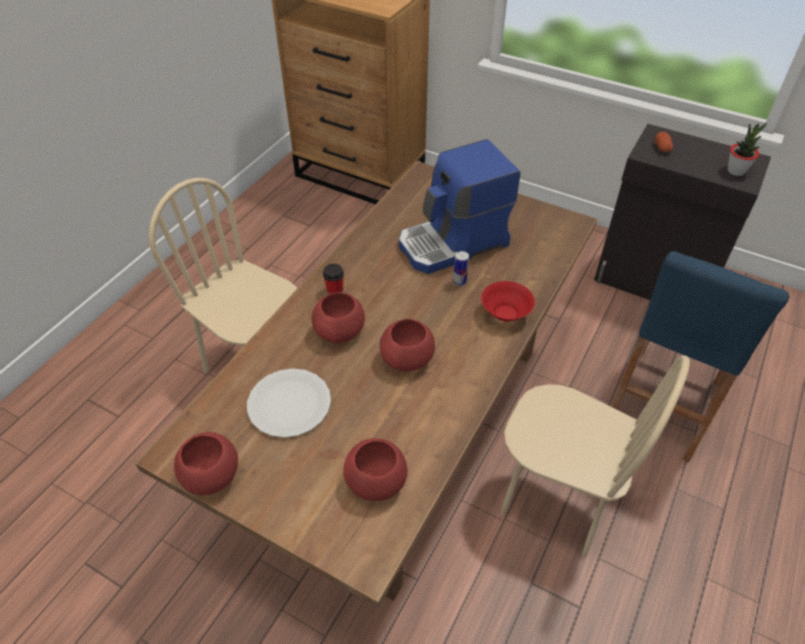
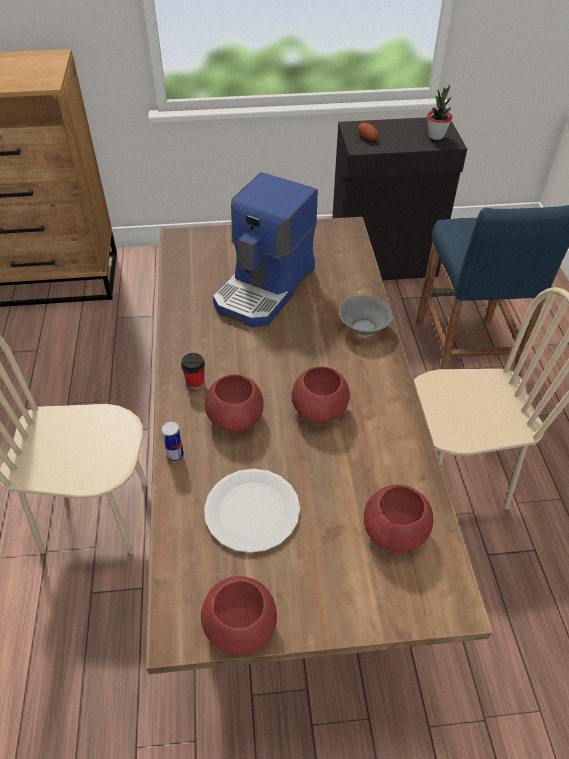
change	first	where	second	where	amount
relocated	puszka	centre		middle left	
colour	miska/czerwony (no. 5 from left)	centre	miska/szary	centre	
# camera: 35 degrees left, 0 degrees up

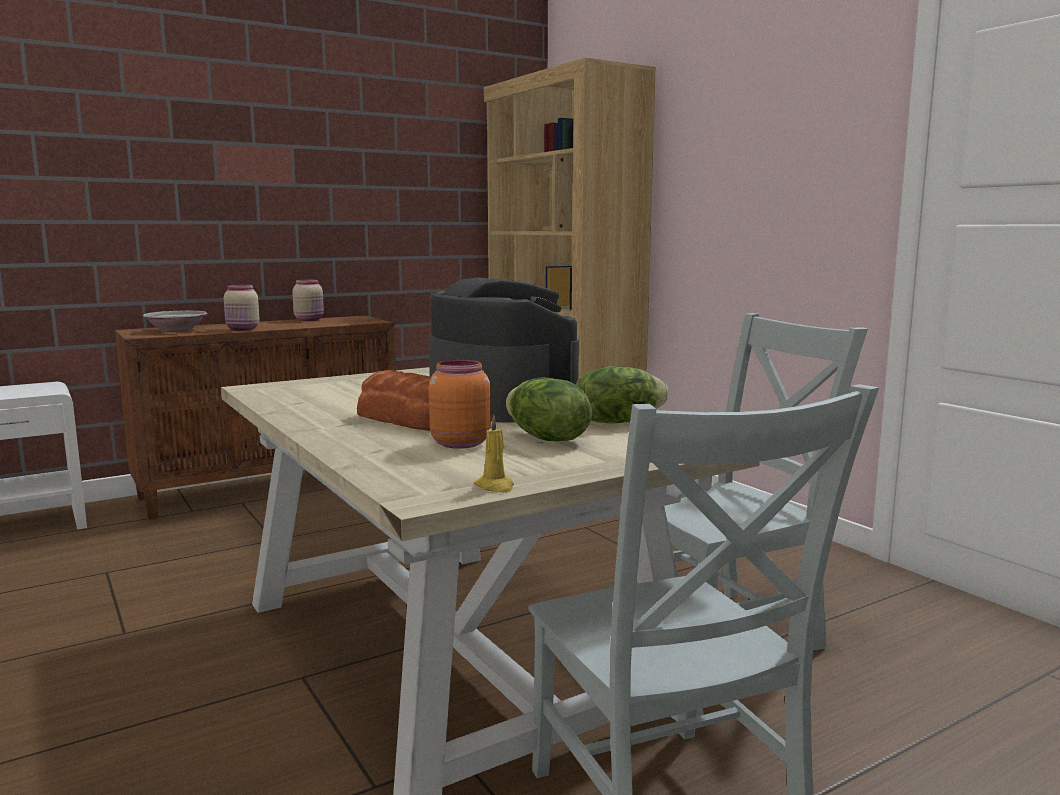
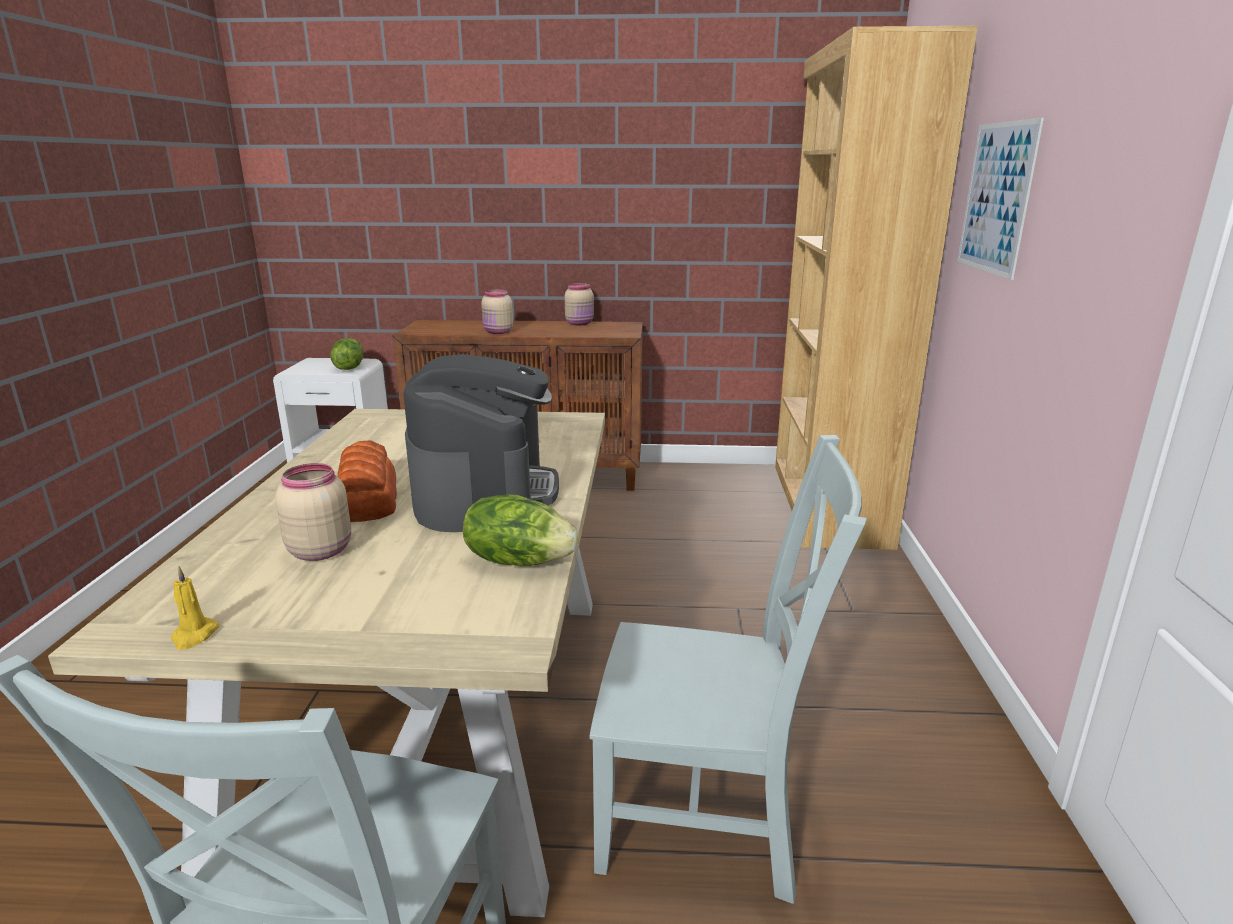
change	first	where	second	where	amount
colour	słoik/pomarańczowy	centre	słoik/beżowy (no. 1 from left)	middle left	
relocated	sałata (no. 1 from left)	centre		middle left	
appeared			obraz	top right	
missing	miska	middle left			
# camera: 35 degrees right, 10 degrees up

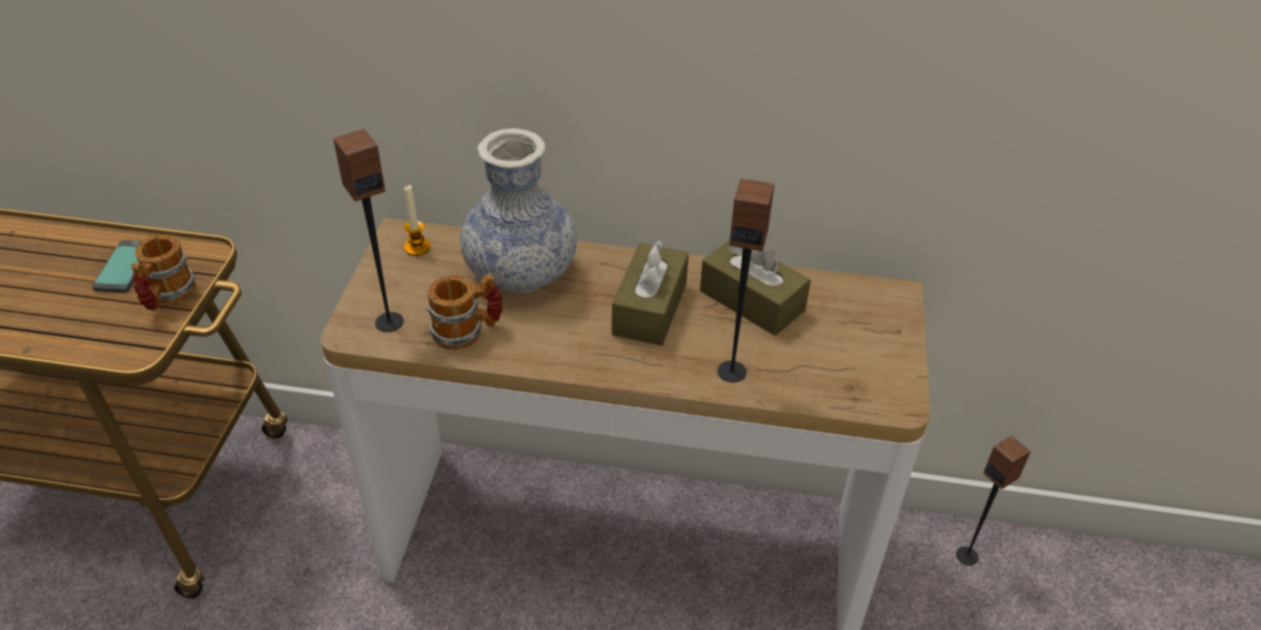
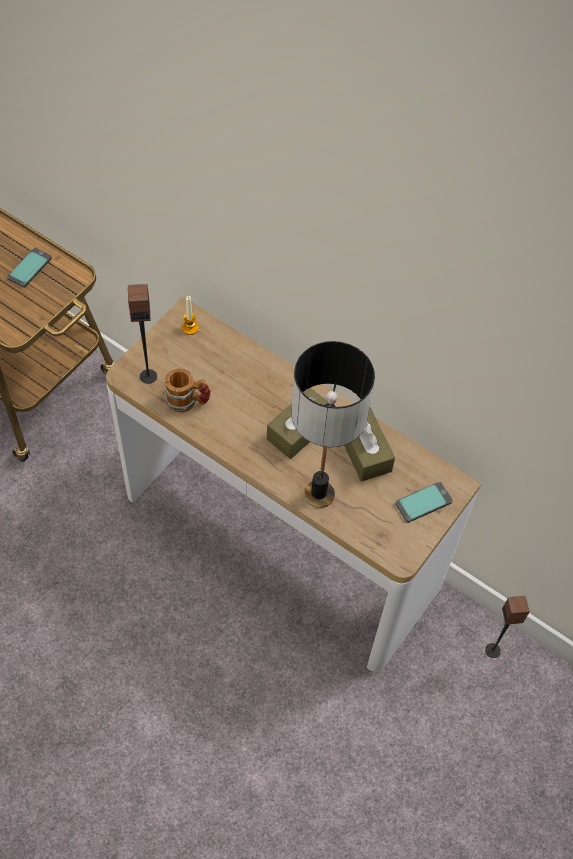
change	first	where	second	where	amount
exchanged	głośnik (no. 2 from left)	centre	lampa stołowa	centre	
appeared			telefon (no. 2 from left)	middle right	
missing	kubek (no. 1 from left)	middle left			
missing	wazon	centre			
# camera: 25 degrees right, 15 degrees up

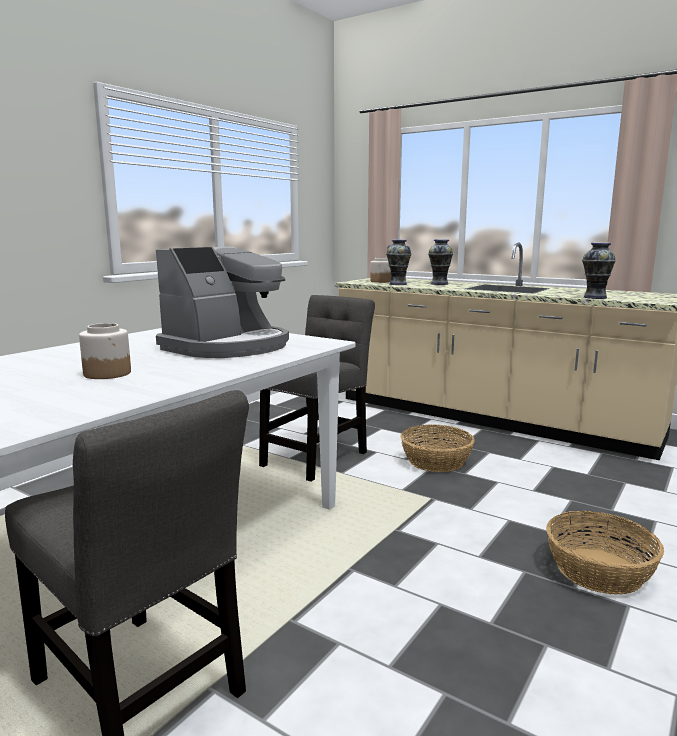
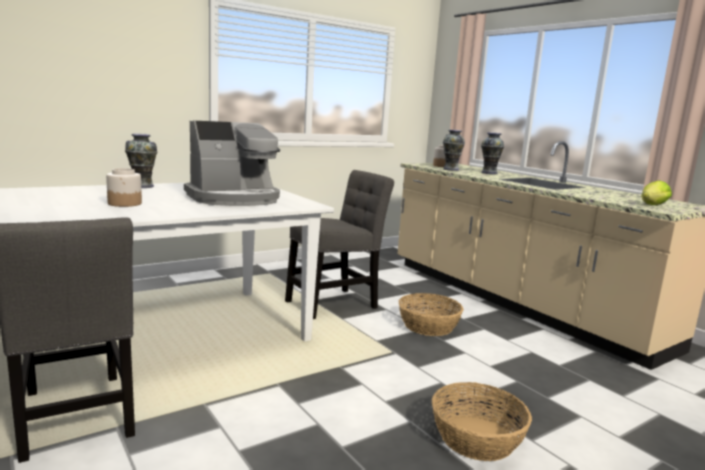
change	first	where	second	where	amount
relocated	wazon (no. 3 from left in the first image)	middle right	wazon (no. 1 from left)	middle left	
appeared			sałata	middle right	
# camera: 20 degrees right, 0 degrees up

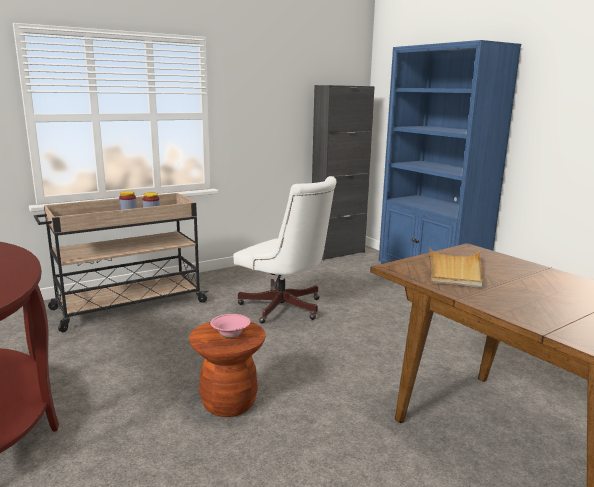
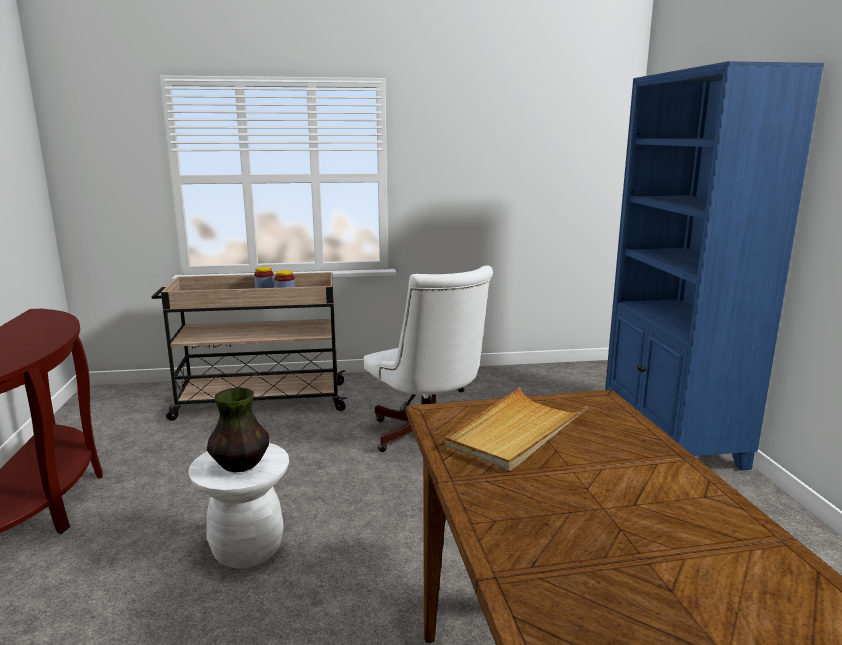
change	first	where	second	where	amount
colour	stołek/brązowy	bottom centre	stołek/biały	bottom left	
exchanged	miska/różowy	bottom centre	wazon	bottom left	
missing	szafka/czarny	centre			
# camera: 25 degrees right, 0 degrees up

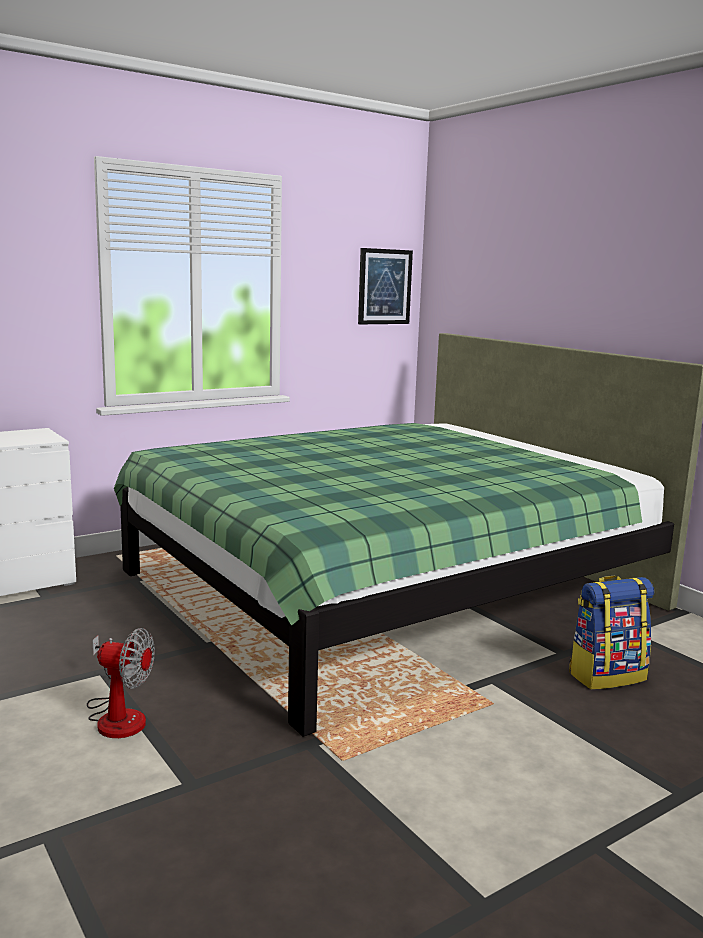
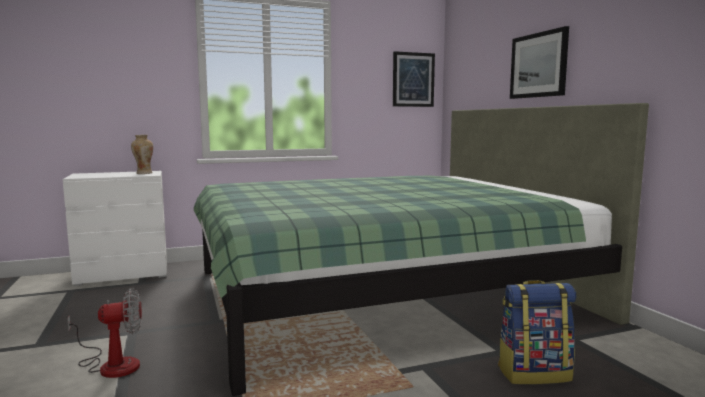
change	first	where	second	where	amount
spun	wentylator	bottom left		bottom left	45 degrees counterclockwise
appeared			wazon	middle left	
appeared			obraz (no. 2 from left)	top right	
# camera: 15 degrees right, 5 degrees down

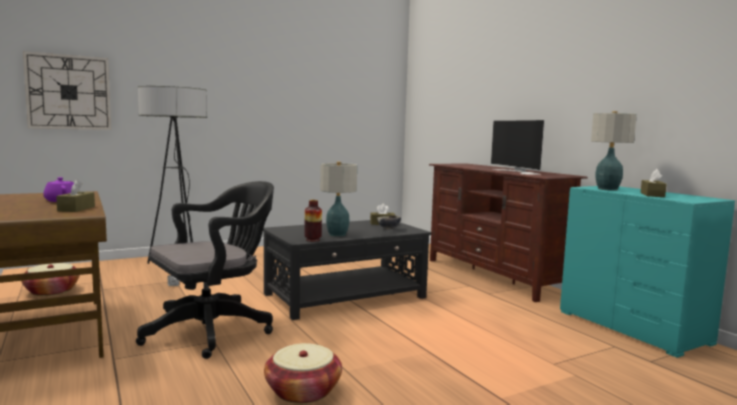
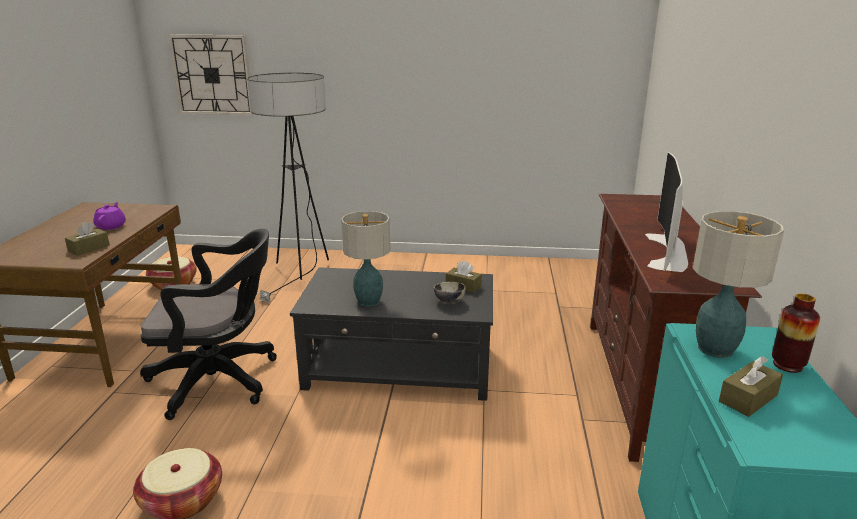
change	first	where	second	where	amount
relocated	wazon	centre		middle right	
# camera: 35 degrees right, 15 degrees up

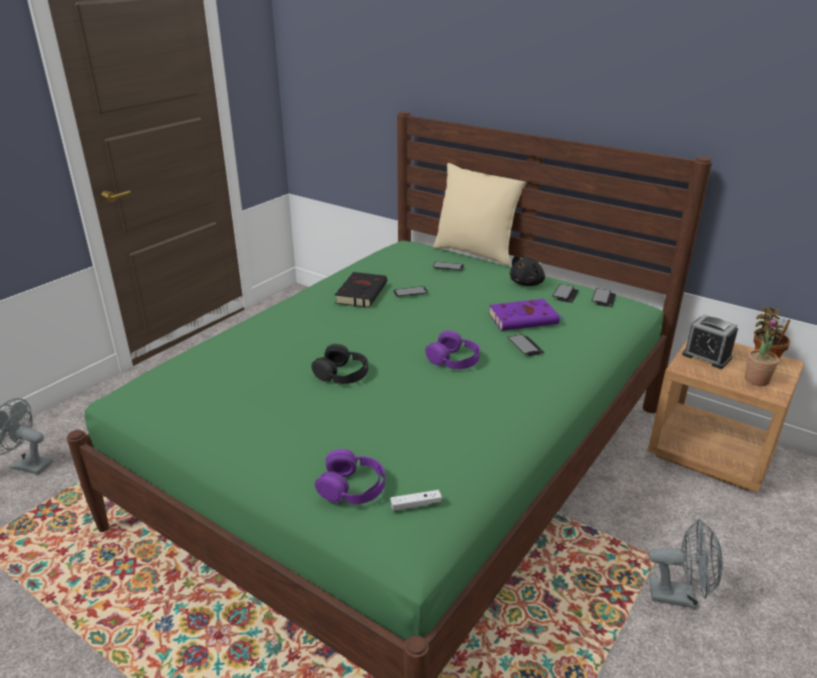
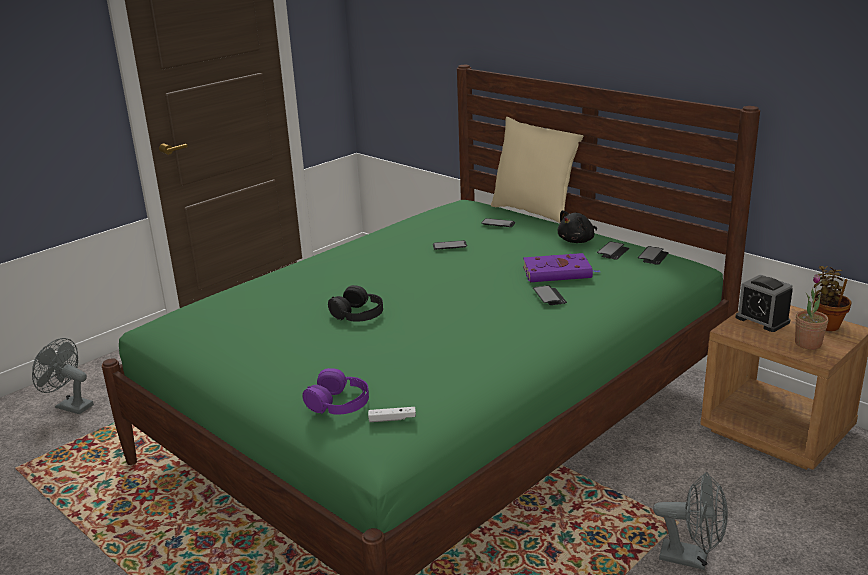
change	first	where	second	where	amount
missing	książka/czarny	centre			
missing	słuchawki/fioletowy (no. 2 from left)	centre			
# camera: 10 degrees right, 5 degrees down

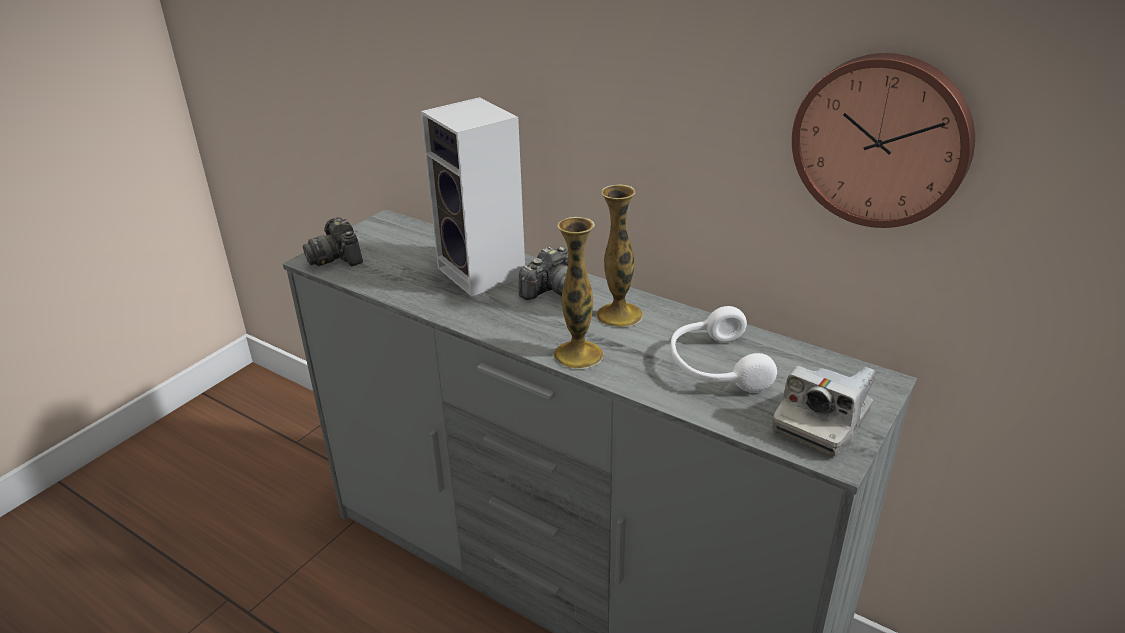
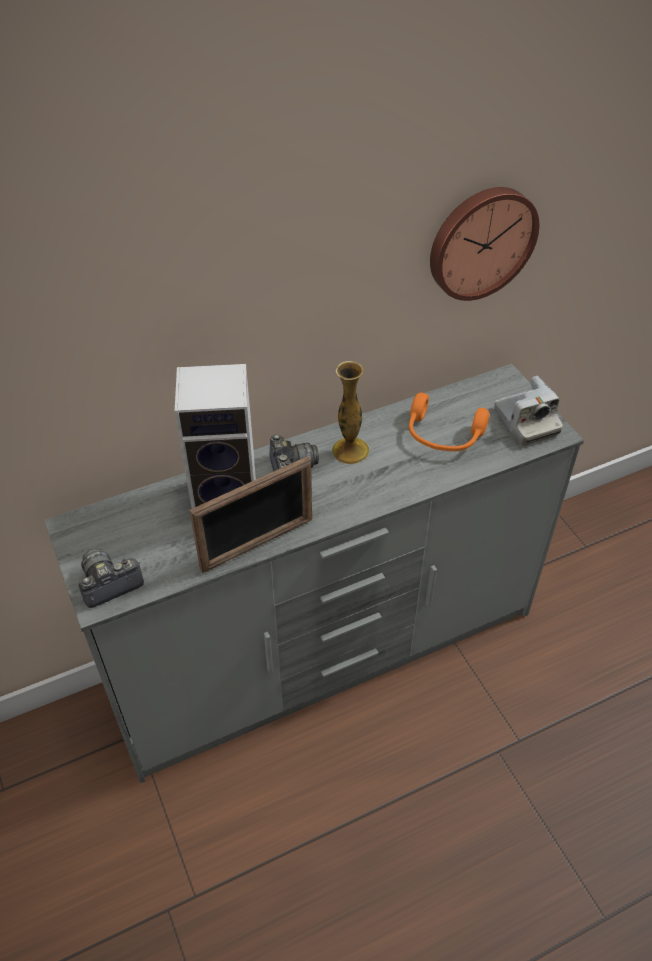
change	first	where	second	where	amount
spun	aparat fotograficzny (no. 1 from left)	middle left		middle left	150 degrees clockwise
appeared			ramka na zdjęcie	centre	
colour	słuchawki/biały	centre	słuchawki/pomarańczowy	middle right	
missing	wazon (no. 1 from left)	centre			
# camera: 60 degrees left, 15 degrees up

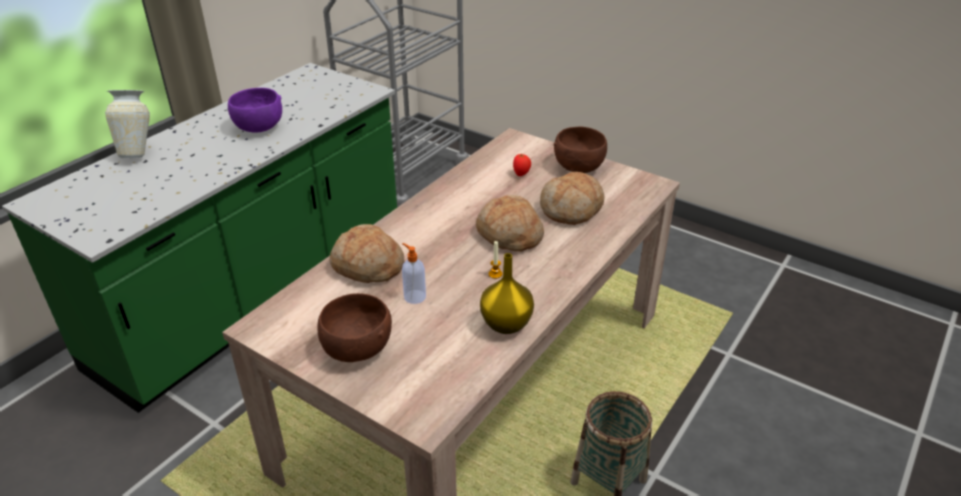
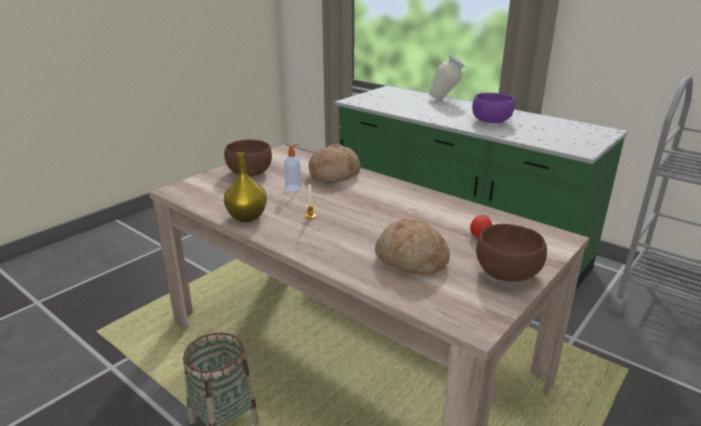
change	first	where	second	where	amount
missing	chleb (no. 2 from left)	centre			
# camera: 95 degrees right, 10 degrees down

